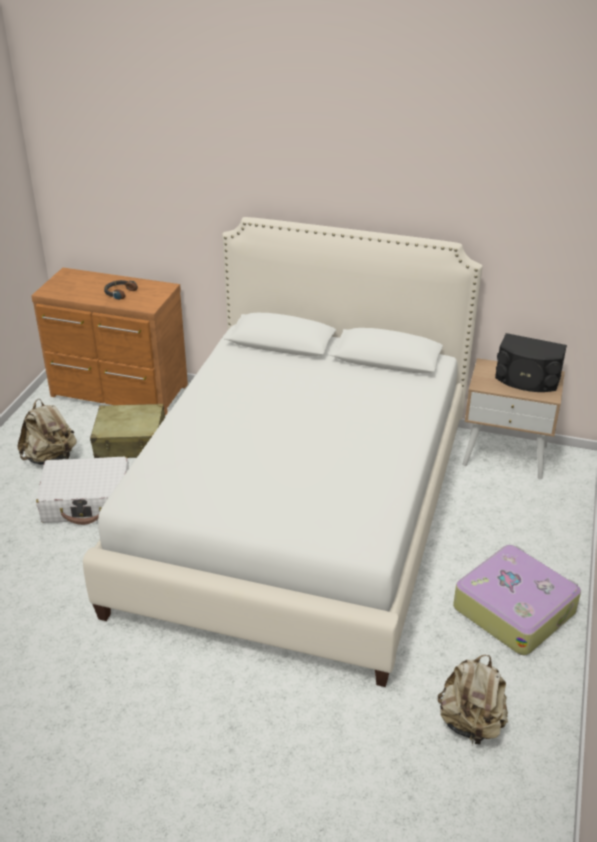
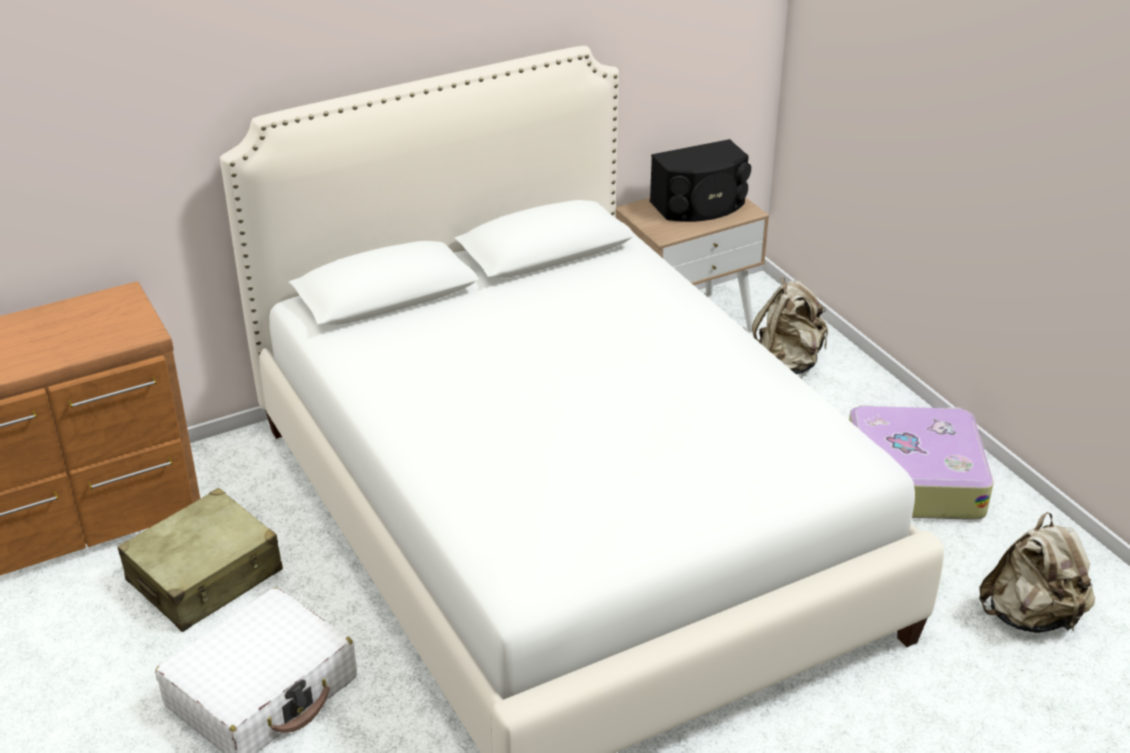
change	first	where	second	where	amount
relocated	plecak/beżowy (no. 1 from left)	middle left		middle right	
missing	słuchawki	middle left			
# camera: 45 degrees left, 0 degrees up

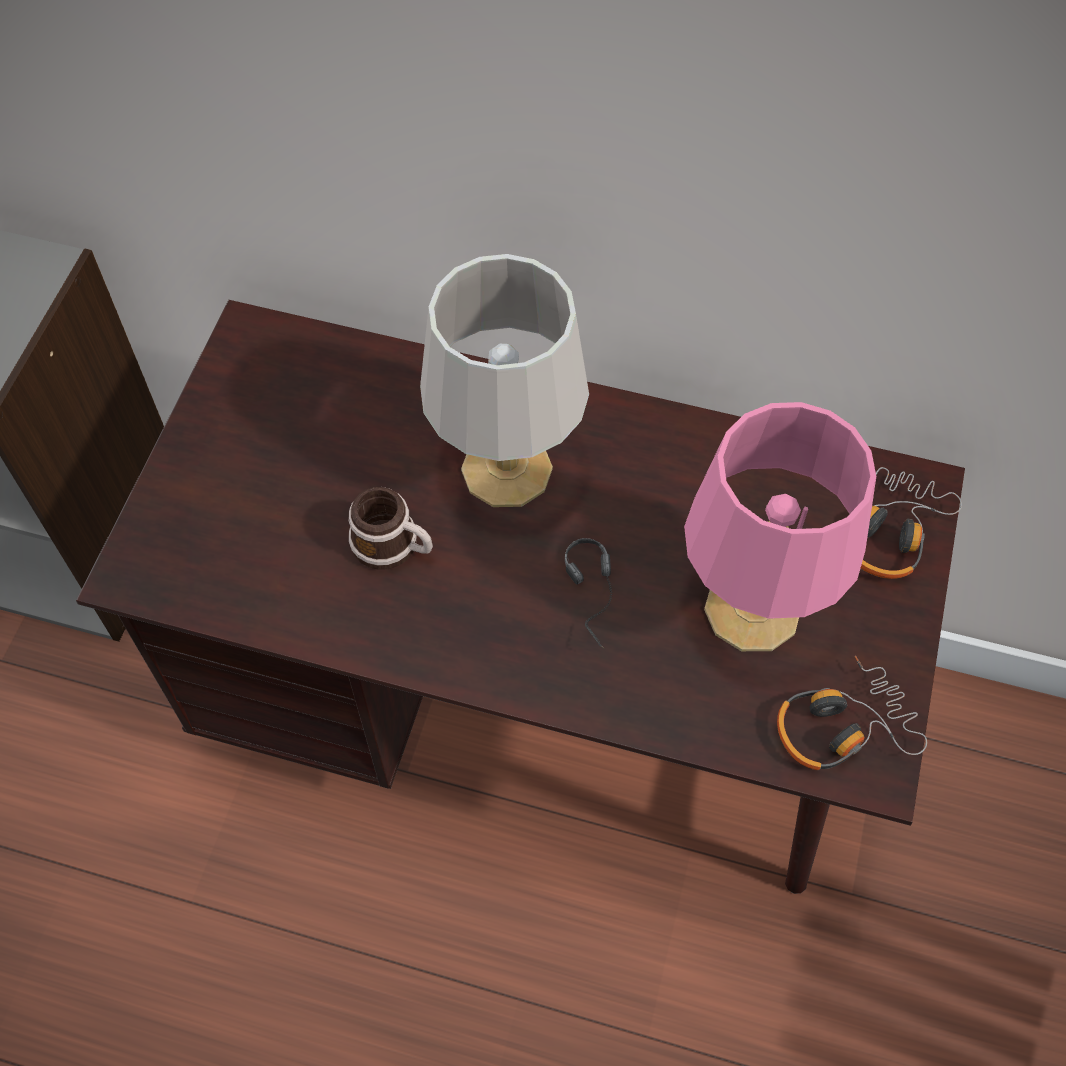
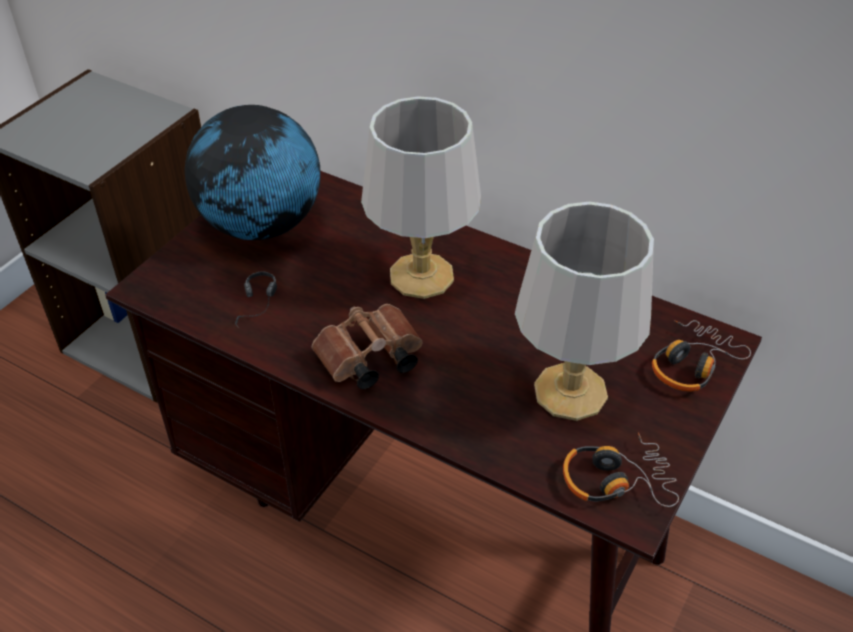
change	first	where	second	where	amount
appeared			globus	top left	
relocated	słuchawki (no. 1 from left)	centre		middle left	
appeared			lornetka/brązowy	centre	
colour	lampa stołowa/różowy	middle right	lampa stołowa/szary (no. 2 from left)	middle right	
missing	kubek	centre			
# camera: 15 degrees right, 15 degrees down

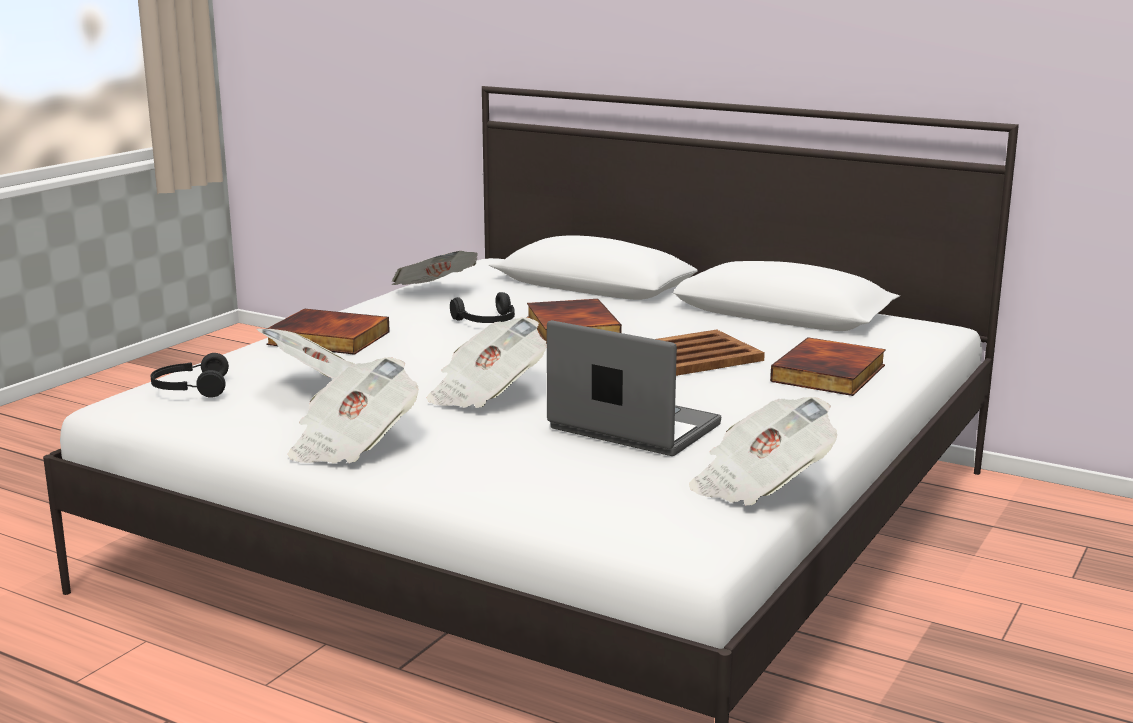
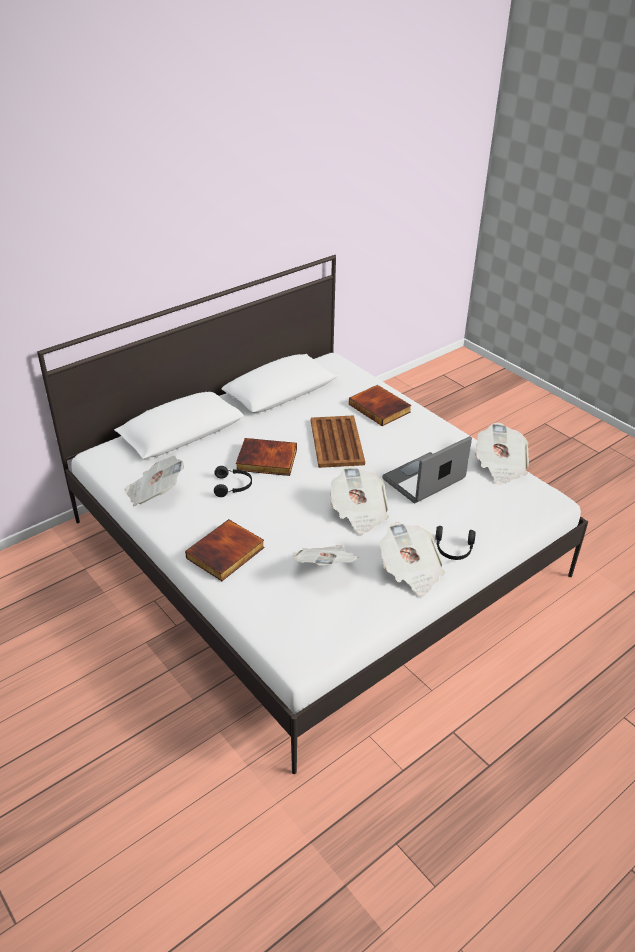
change	first	where	second	where	amount
relocated	słuchawki/czarny (no. 1 from left in the first image)	middle left	słuchawki/czarny (no. 2 from left)	middle right	
# camera: 70 degrees left, 20 degrees up

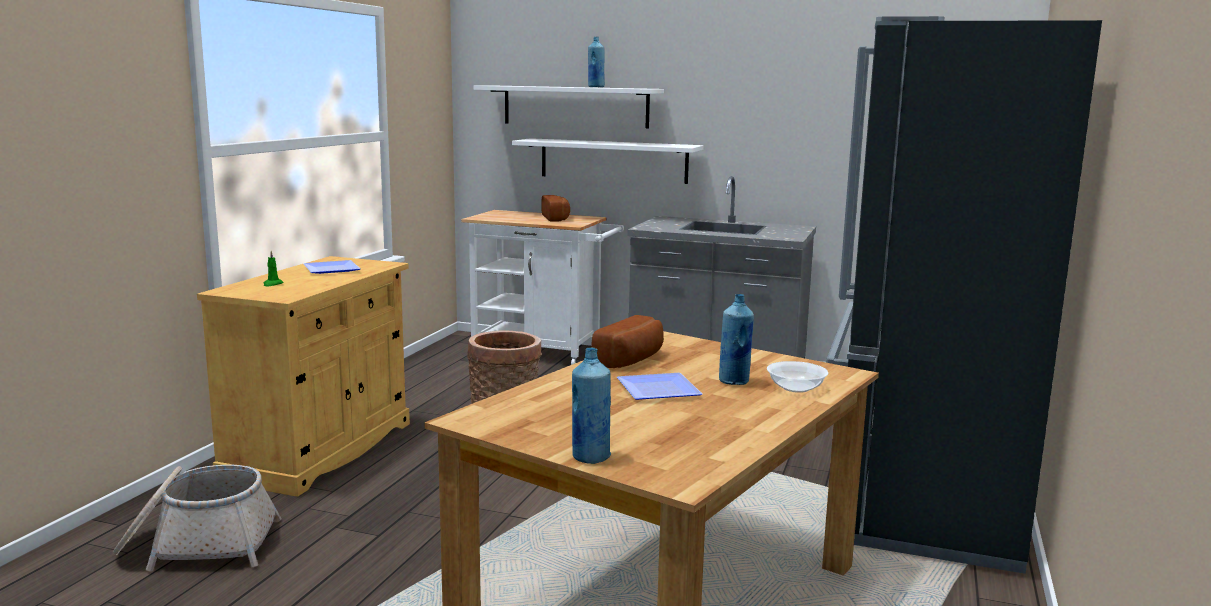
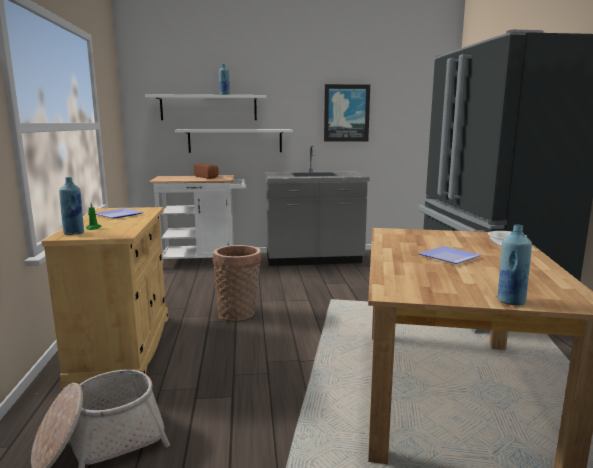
change	first	where	second	where	amount
relocated	butelka/niebieski (no. 3 from left in the first image)	centre	butelka/niebieski (no. 1 from left)	middle left	
appeared			obraz	top centre	
missing	chleb (no. 2 from left)	centre			
# camera: 25 degrees left, 0 degrees up

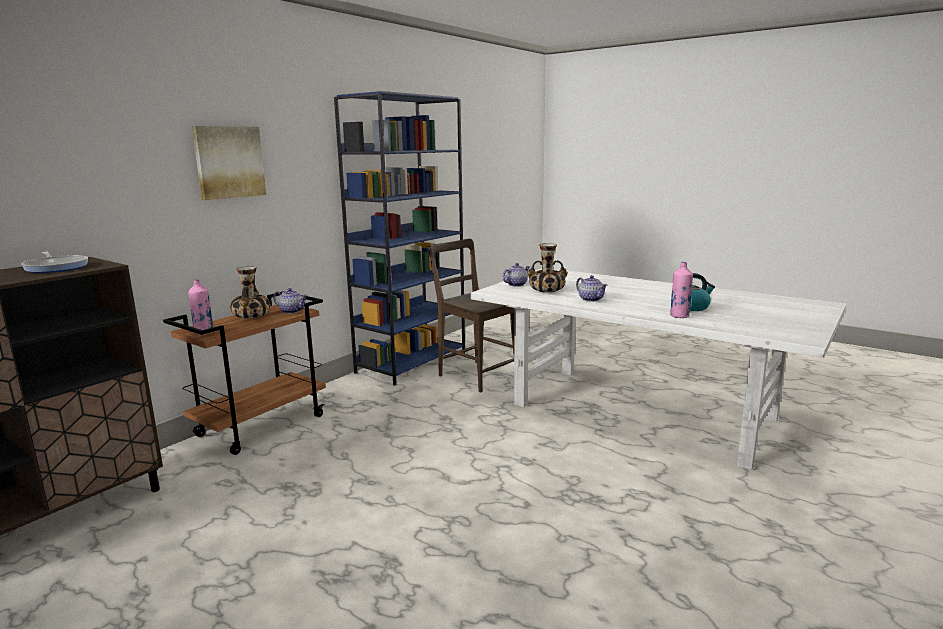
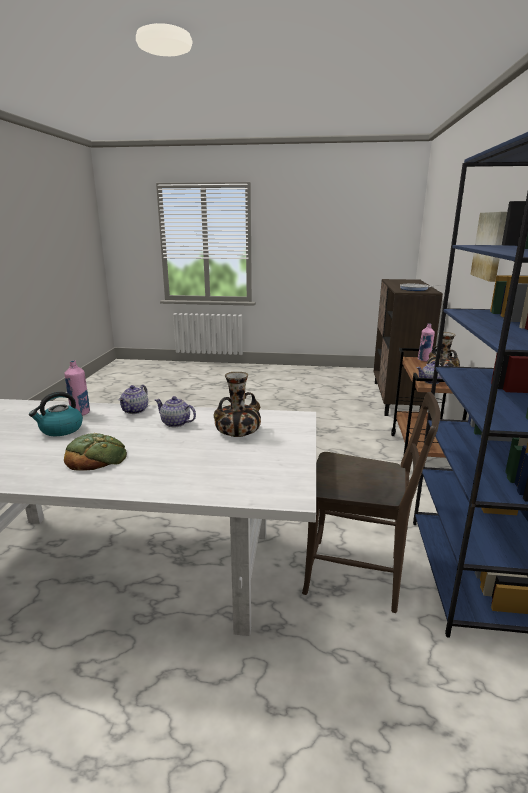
change	first	where	second	where	amount
appeared			chleb	middle left	
relocated	imbryk (no. 2 from left in the first image)	centre	imbryk (no. 1 from left)	middle left	
# camera: 150 degrees right, 5 degrees up

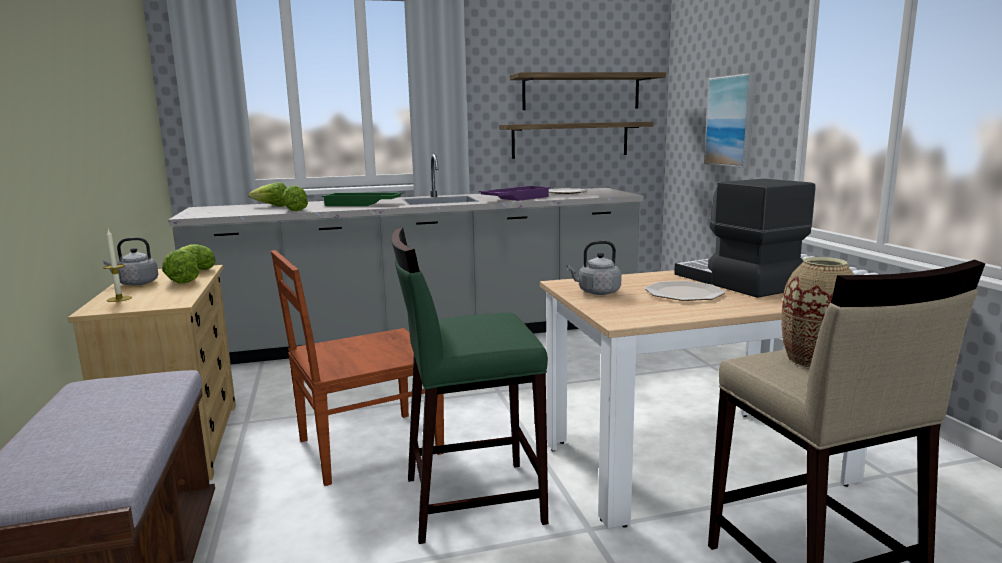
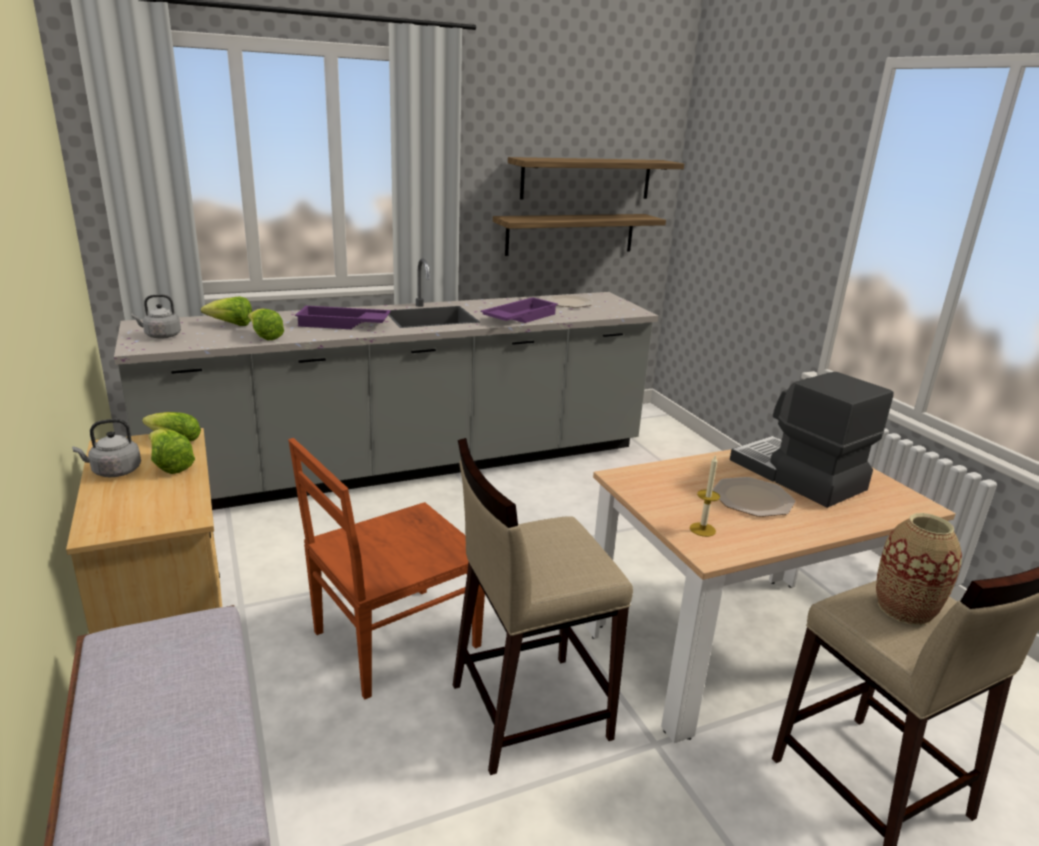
change	first	where	second	where	amount
relocated	czajnik/szary (no. 2 from left)	centre		middle left	
colour	taca/zielony	centre	taca/fioletowy (no. 1 from left)	middle left	
colour	stołek/zielony	bottom centre	stołek/beżowy (no. 1 from left)	bottom centre	
relocated	świeca	middle left		middle right	
missing	obraz	top right			
# camera: 10 degrees left, 10 degrees up

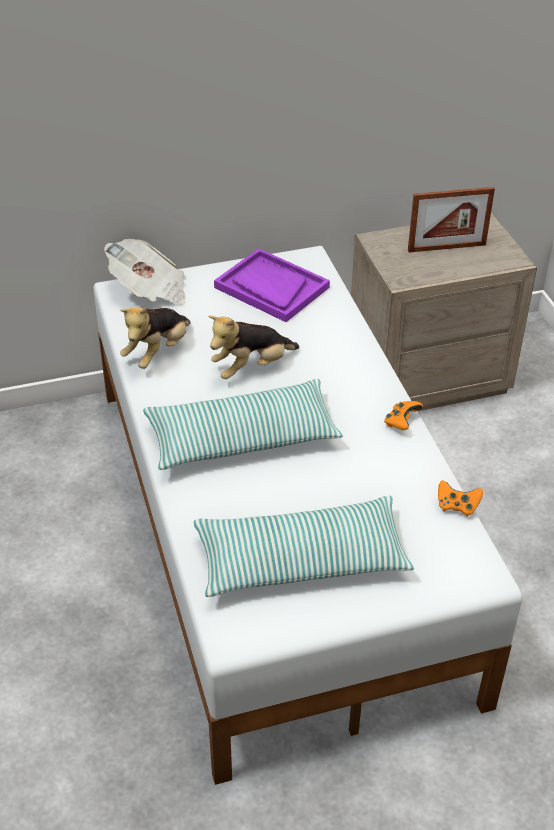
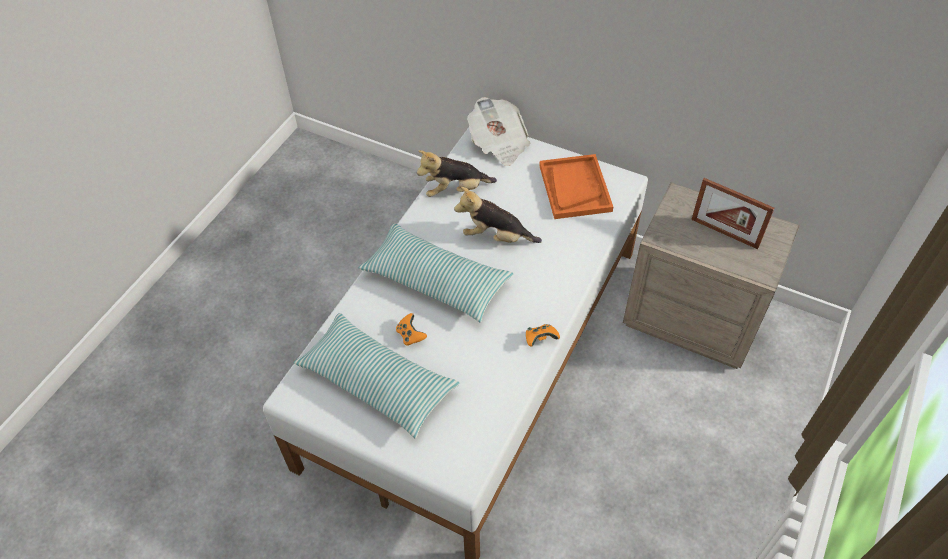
change	first	where	second	where	amount
relocated	pad do gier/pomarańczowy (no. 2 from left in the first image)	middle right	pad do gier/pomarańczowy (no. 1 from left)	centre	
colour	taca/fioletowy	centre	taca/pomarańczowy	top centre	
# camera: 45 degrees right, 10 degrees up

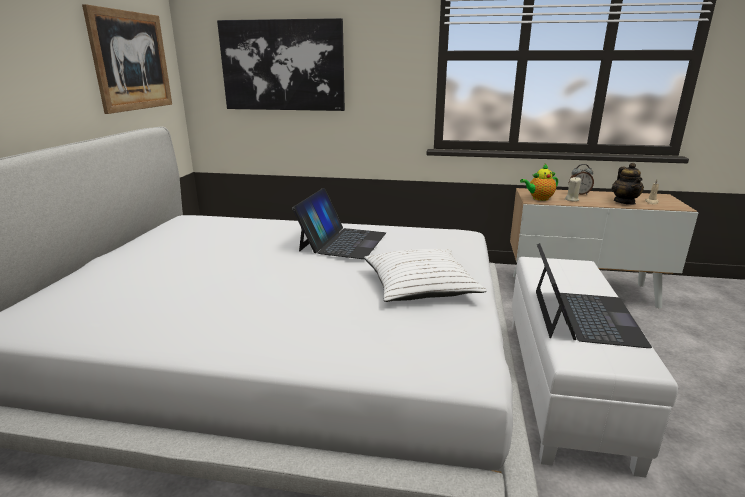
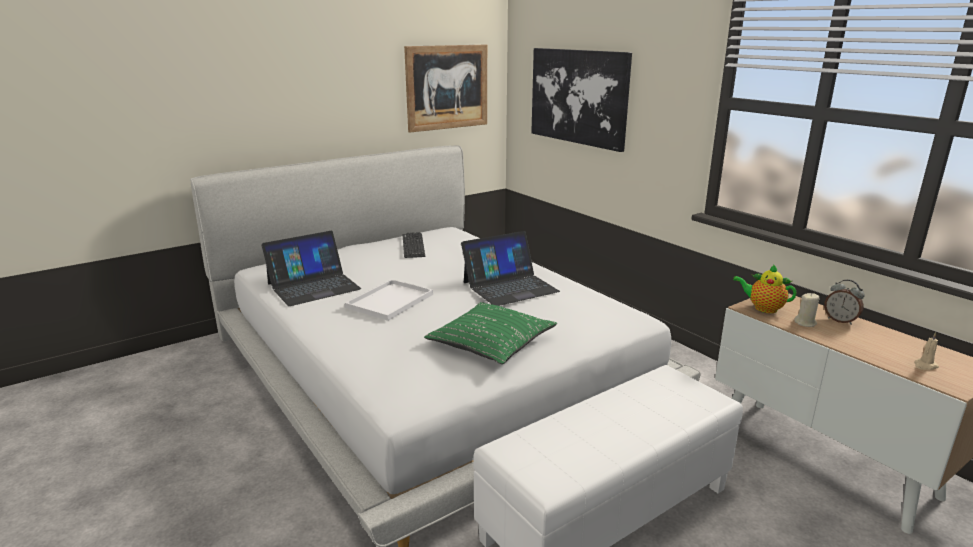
change	first	where	second	where	amount
relocated	laptop (no. 2 from left in the first image)	middle right	laptop (no. 1 from left)	middle left	
appeared			taca/biały	centre	
appeared			klawiatura	centre	
colour	poduszka/biały	centre	poduszka/zielony	centre	
missing	imbryk (no. 2 from left)	middle right			
# camera: 45 degrees right, 0 degrees up

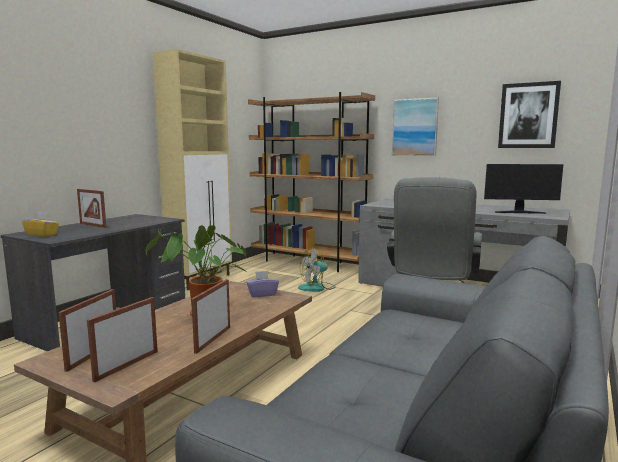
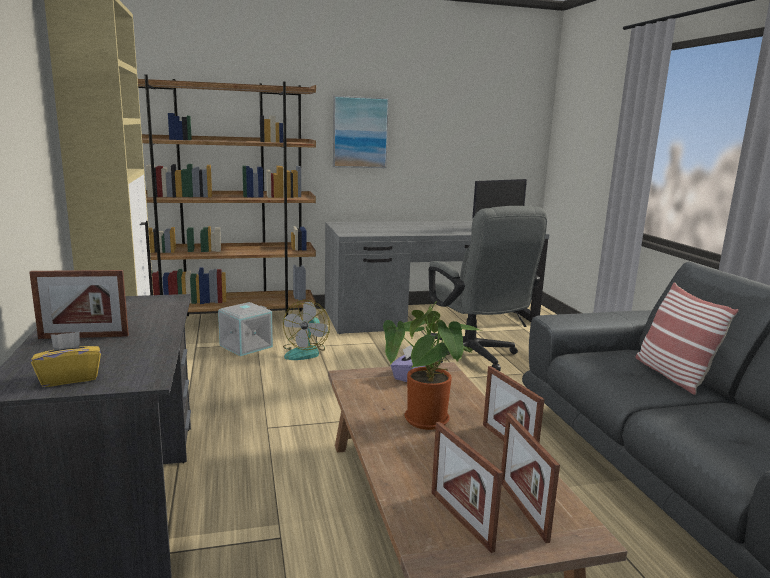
change	first	where	second	where	amount
appeared			pojemnik do przechowywania/szary	middle left	
appeared			poduszka	middle right	
missing	obraz (no. 2 from left)	top right			
# camera: 45 degrees left, 5 degrees up

